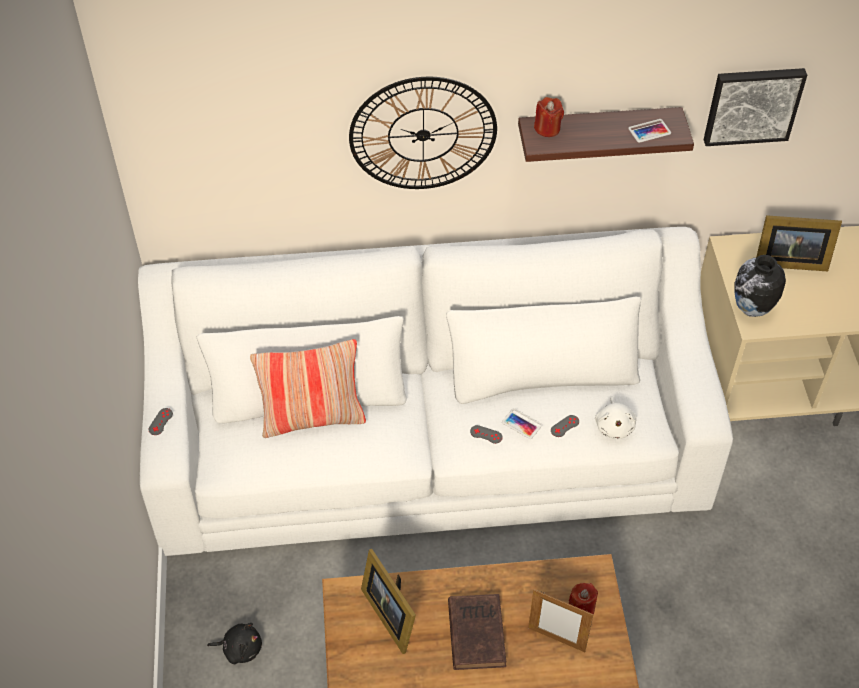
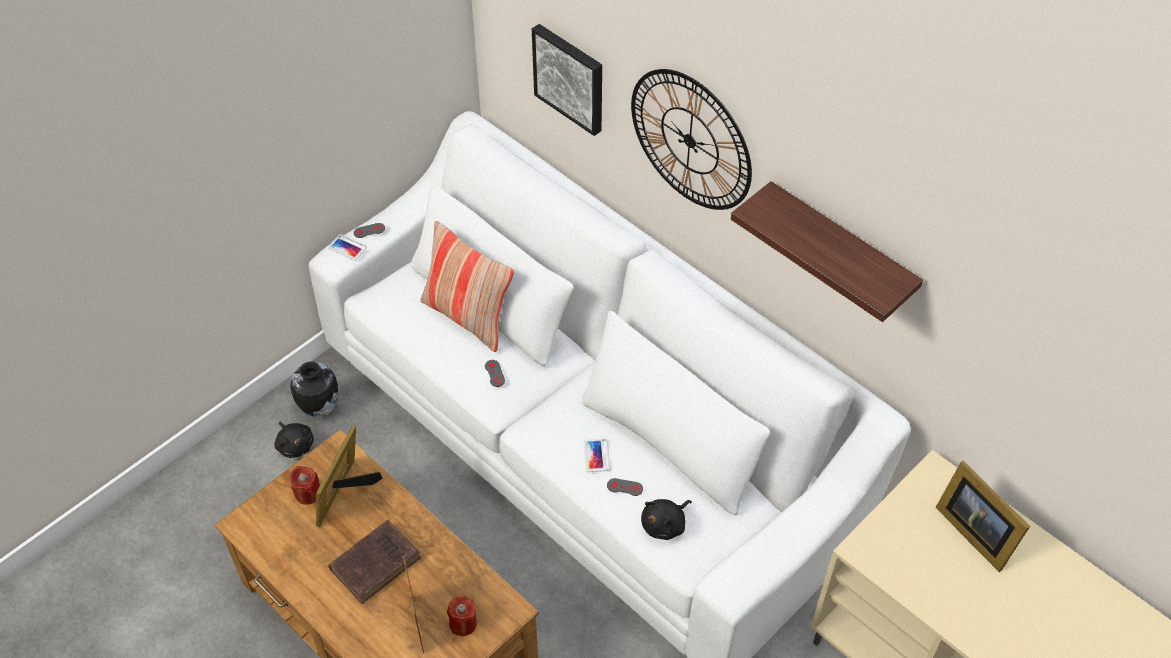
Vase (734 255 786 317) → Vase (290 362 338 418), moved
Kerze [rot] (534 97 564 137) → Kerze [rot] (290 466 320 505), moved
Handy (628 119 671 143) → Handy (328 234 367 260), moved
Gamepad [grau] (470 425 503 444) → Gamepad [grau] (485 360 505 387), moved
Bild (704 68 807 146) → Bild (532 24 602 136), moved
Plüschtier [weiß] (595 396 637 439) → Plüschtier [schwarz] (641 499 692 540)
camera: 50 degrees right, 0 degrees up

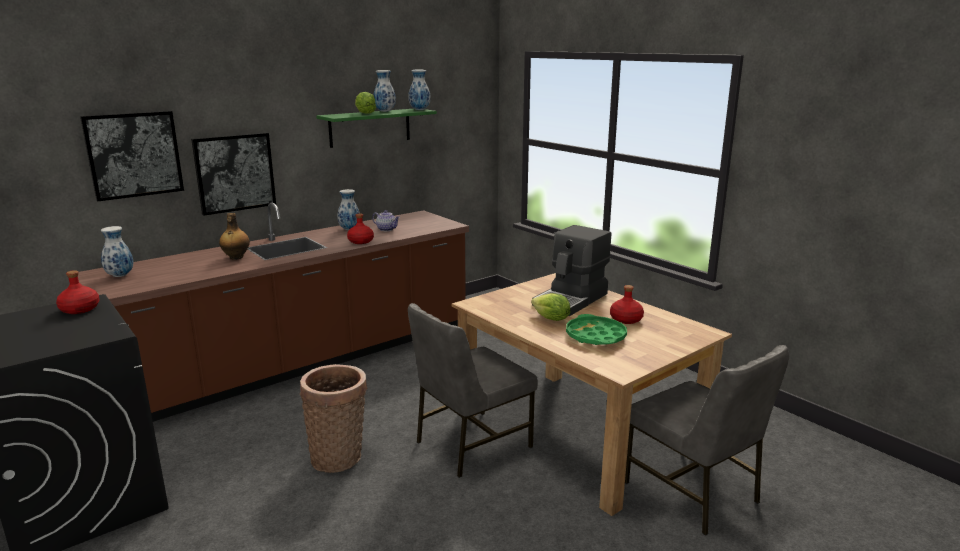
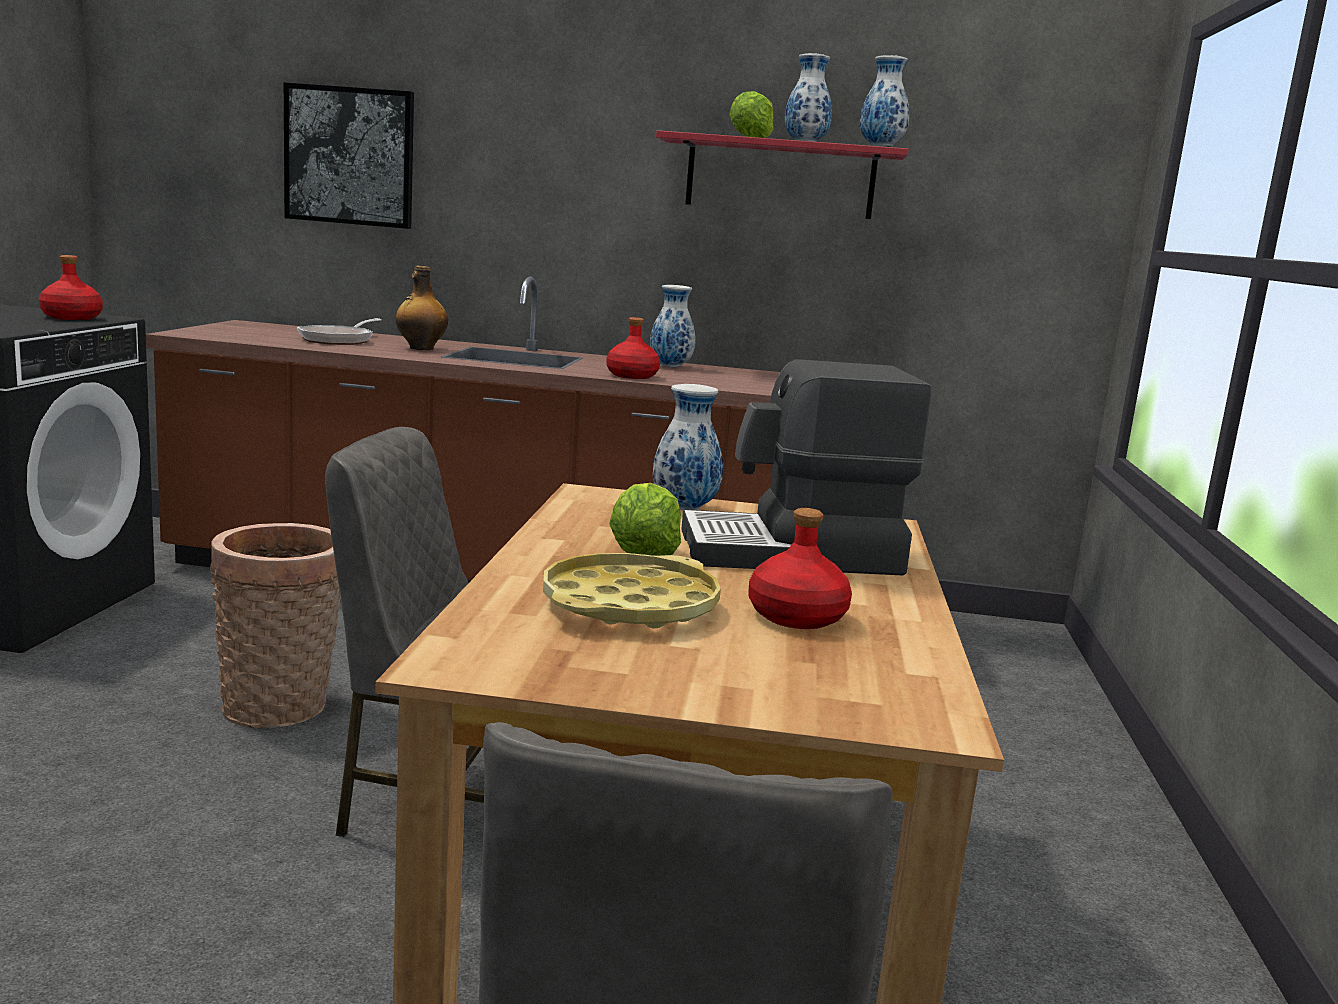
- → Pfanne (297 318 382 345)
Tablett [grün] (566 314 627 345) → Tablett [gelb] (543 553 721 629)
Vase (101 226 133 277) → Vase (653 384 723 510), moved
Wandregal [grün] (316 109 437 148) → Wandregal [rot] (656 130 909 219)
Bild (191 133 276 216) → -
Teekanne (372 210 400 231) → -
camera: 45 degrees right, 5 degrees down

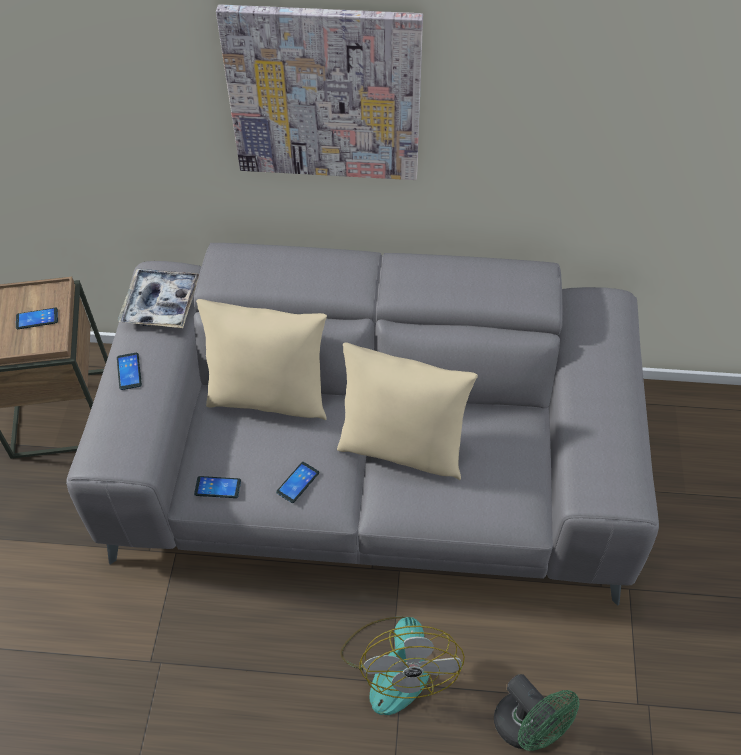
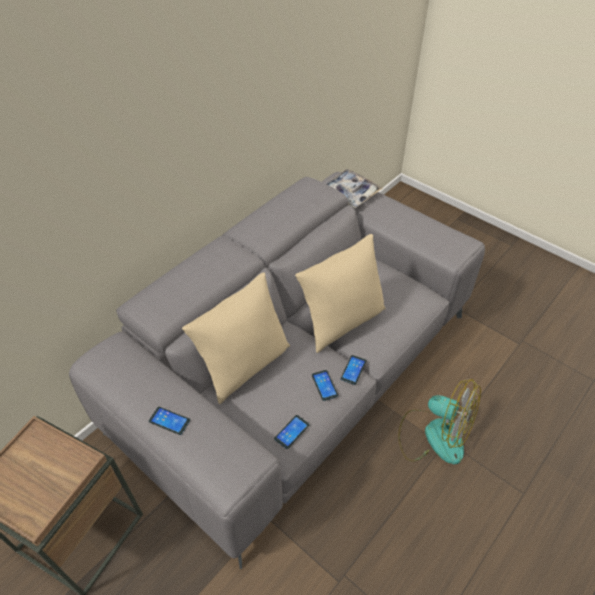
Tablett (118 268 199 328) → Tablett (325 169 383 208), moved
Handy (16 308 58 329) → Handy (341 355 366 385), moved
Bild (216 4 423 180) → -
Ventilator [grün] (494 674 580 751) → -
camera: 55 degrees left, 5 degrees down

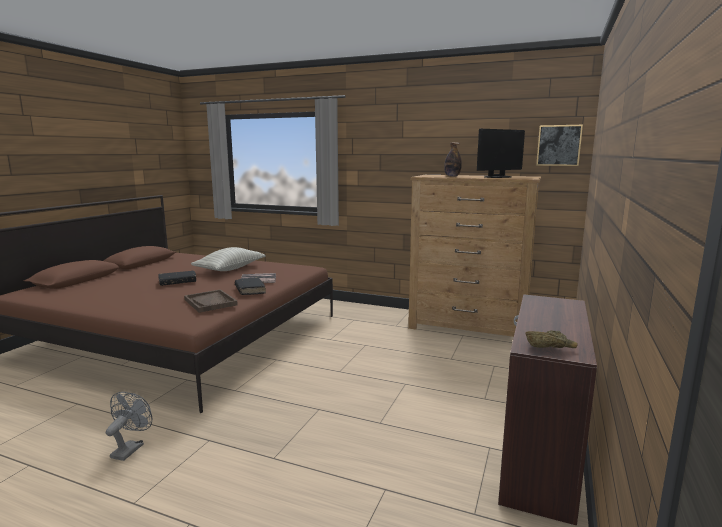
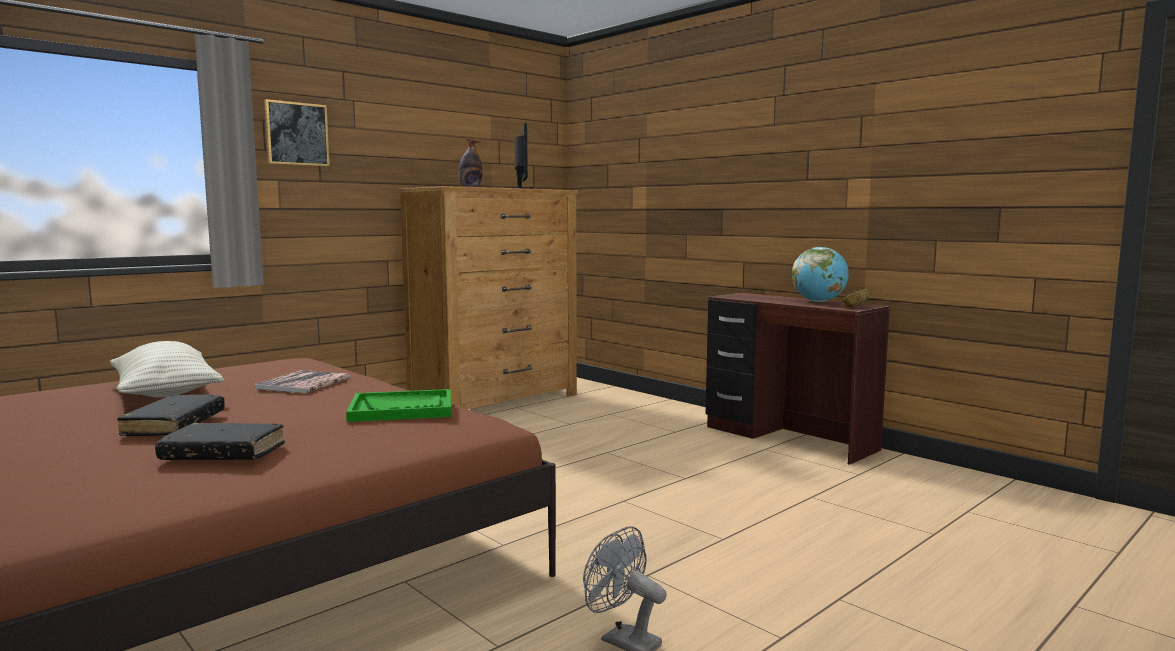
Buch [schwarz] (235 277 266 295) → Buch [schwarz] (155 423 285 460), moved
Bild (536 125 583 166) → Bild (264 99 330 166), moved
Tablett [braun] (184 289 238 313) → Tablett [grün] (346 389 451 422)
- → Globus (792 247 849 302)
camera: 65 degrees left, 5 degrees down

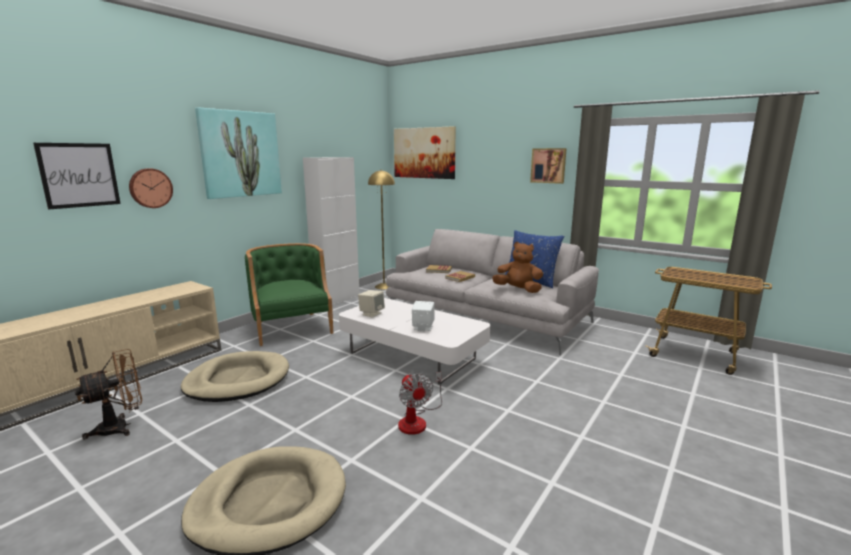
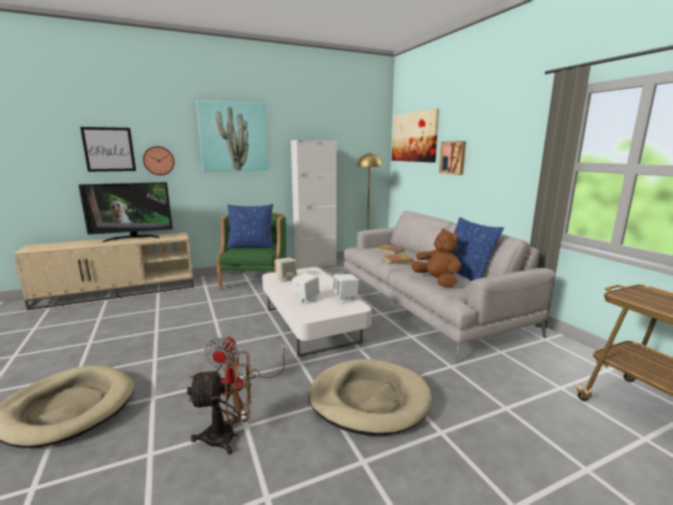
- → Fernseher (79 182 173 242)
Ventilator [braun] (74 349 142 439) → Ventilator [braun] (187 351 251 455), moved
- → Kissen [blau] (227 204 274 249)
Hundebett [beige] (181 351 289 402) → Hundebett [beige] (309 359 432 436), moved
- → Lautsprecher [weiß] (333 274 359 303)
Bild (530 148 567 184) → Bild (439 141 466 175), moved
camera: 30 degrees right, 0 degrees up

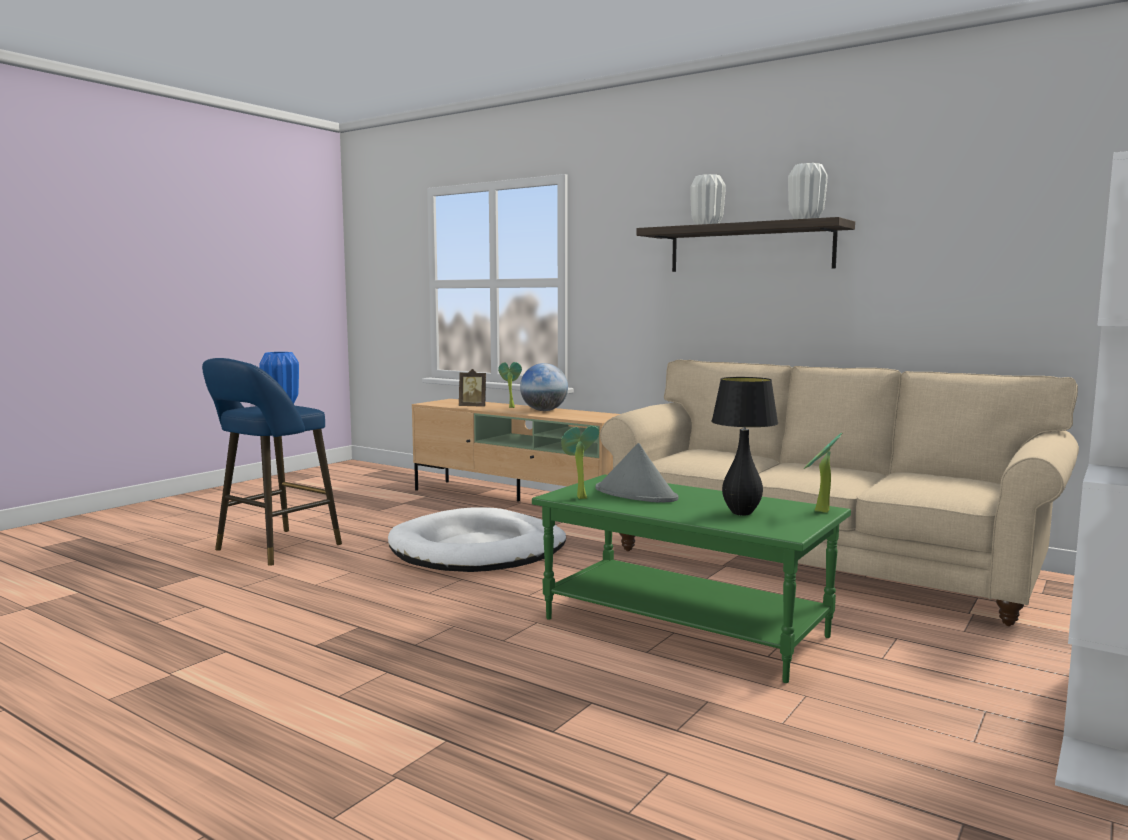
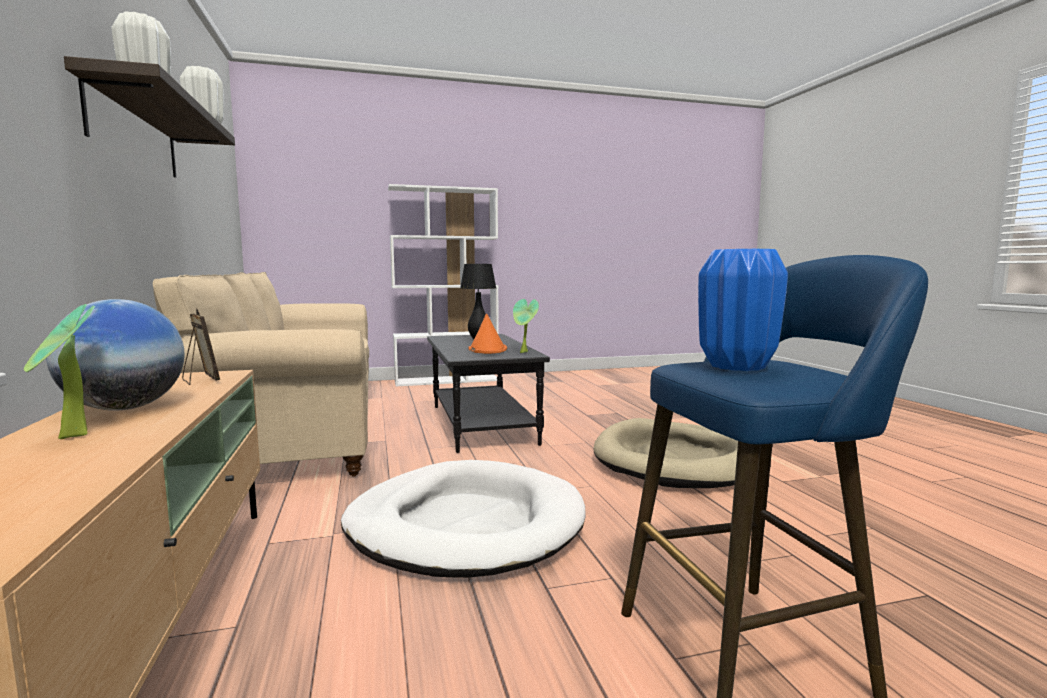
Bilderrahmen (459 369 486 407) → Bilderrahmen (182 308 220 385), moved
Couchtisch [grün] (532 474 851 683) → Couchtisch [schwarz] (427 334 550 453)
Hut [grau] (595 443 678 502) → Hut [orange] (468 314 507 354)
- → Hundebett [beige] (594 418 738 488)
Topfpflanze (803 433 842 513) → -
camera: 140 degrees left, 0 degrees up

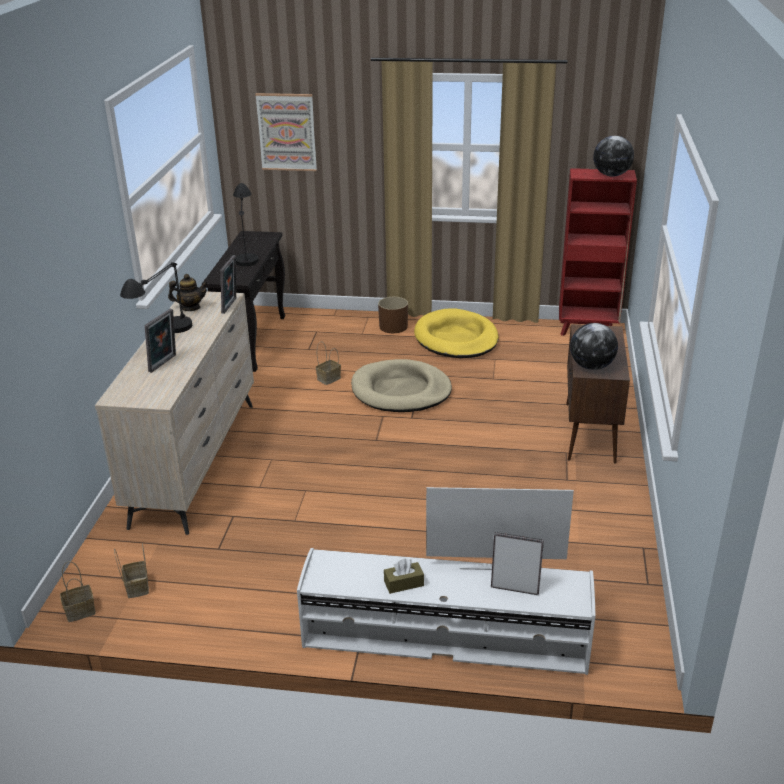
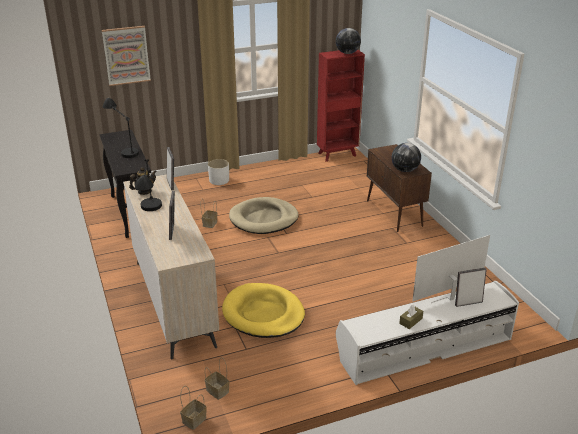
Pflanzkübel [braun] (378 297 408 333) → Pflanzkübel [weiß] (208 159 229 185)
Hundebett [gelb] (414 308 499 358) → Hundebett [gelb] (222 283 305 338), moved
camera: 30 degrees left, 0 degrees up

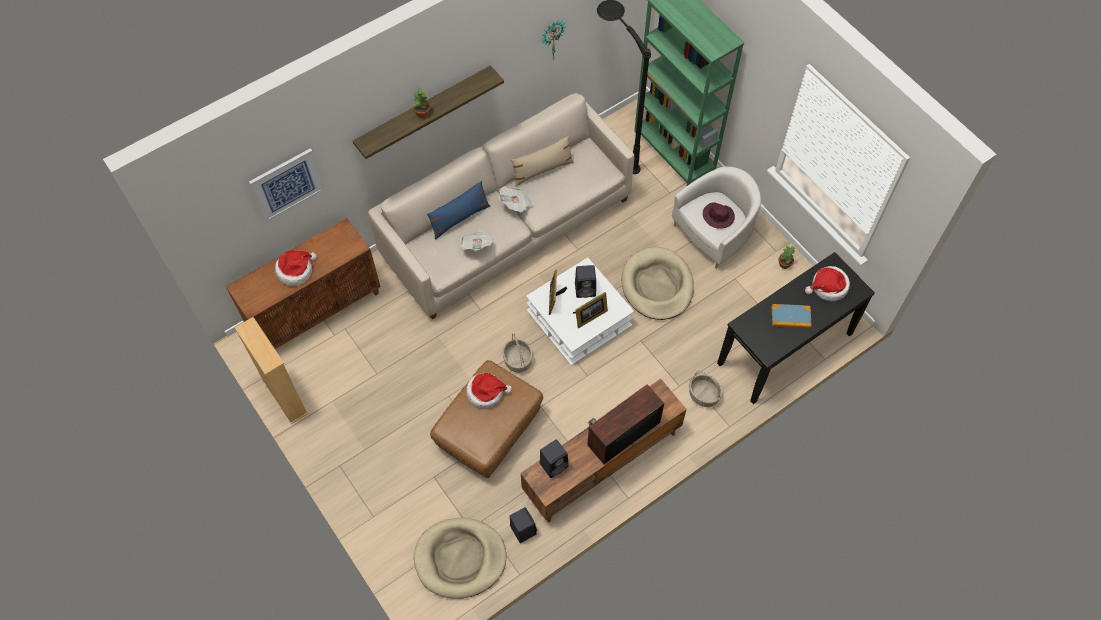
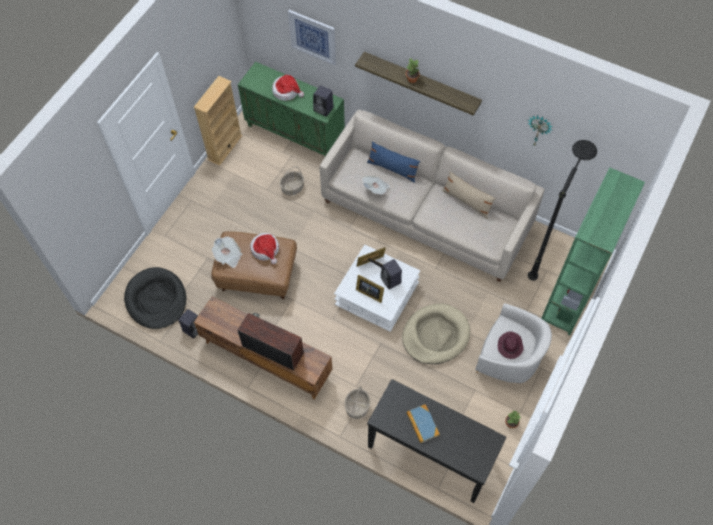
Hundebett [beige] (414 518 506 599) → Hundebett [schwarz] (124 267 186 329)
Zeitung (498 186 535 213) → Zeitung (212 237 243 268), moved
Schrank [braun] (226 218 381 349) → Schrank [grün] (238 62 345 156)
Korb (503 334 533 373) → Korb (280 166 304 196), moved
Lautsprecher [schwarz] (540 439 568 478) → Lautsprecher [schwarz] (313 85 334 116), moved
Hut (805 266 850 301) → -
camera: 65 degrees right, 0 degrees up

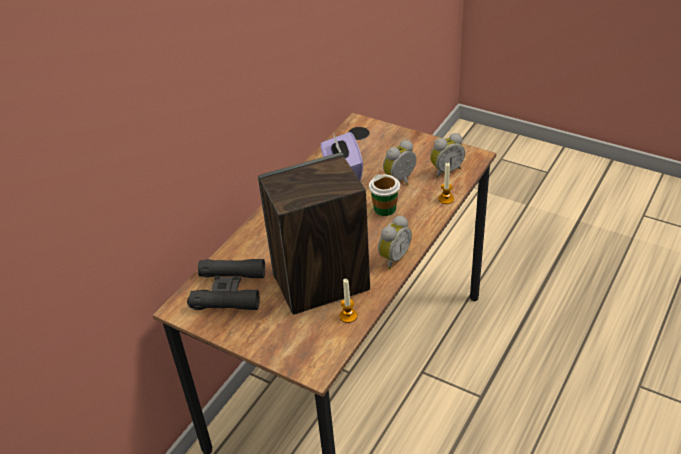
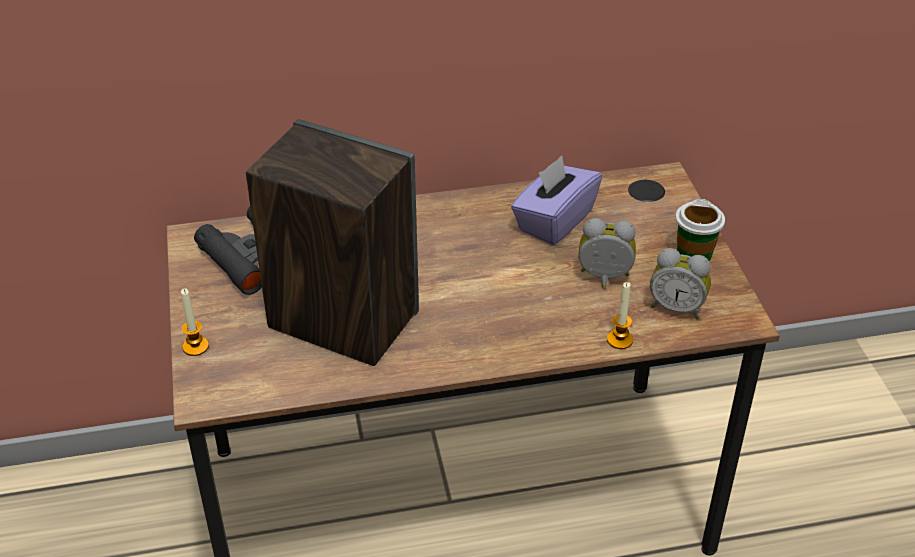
Kerze (339 279 357 323) → Kerze (181 289 209 356), moved
Tasse (369 174 400 216) → Tasse (676 199 725 261), moved
Wecker (378 215 412 269) → -
camera: 45 degrees right, 0 degrees up

